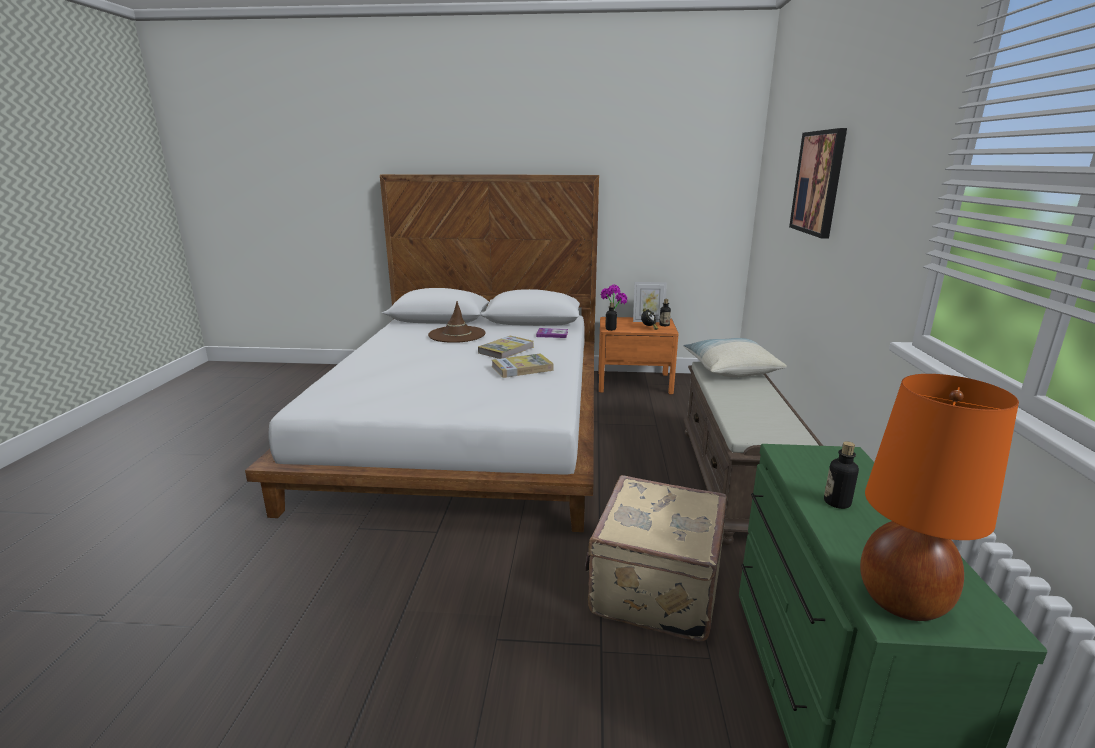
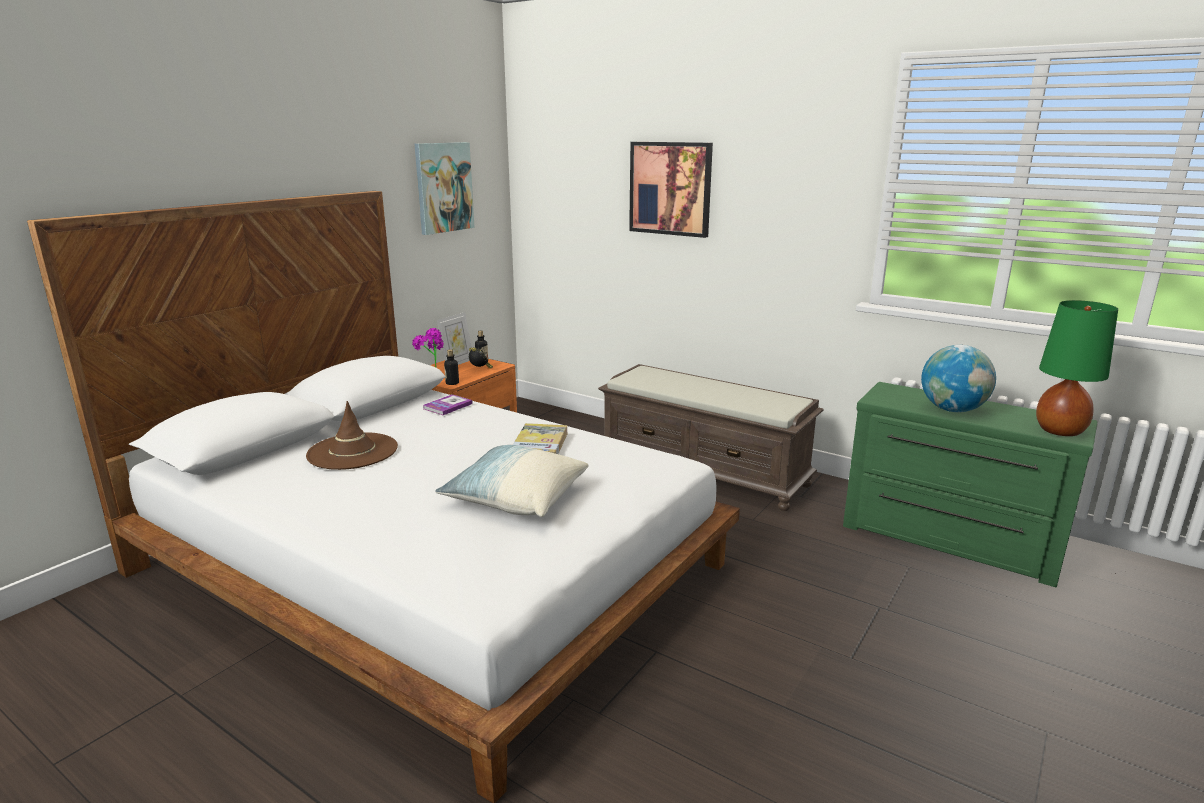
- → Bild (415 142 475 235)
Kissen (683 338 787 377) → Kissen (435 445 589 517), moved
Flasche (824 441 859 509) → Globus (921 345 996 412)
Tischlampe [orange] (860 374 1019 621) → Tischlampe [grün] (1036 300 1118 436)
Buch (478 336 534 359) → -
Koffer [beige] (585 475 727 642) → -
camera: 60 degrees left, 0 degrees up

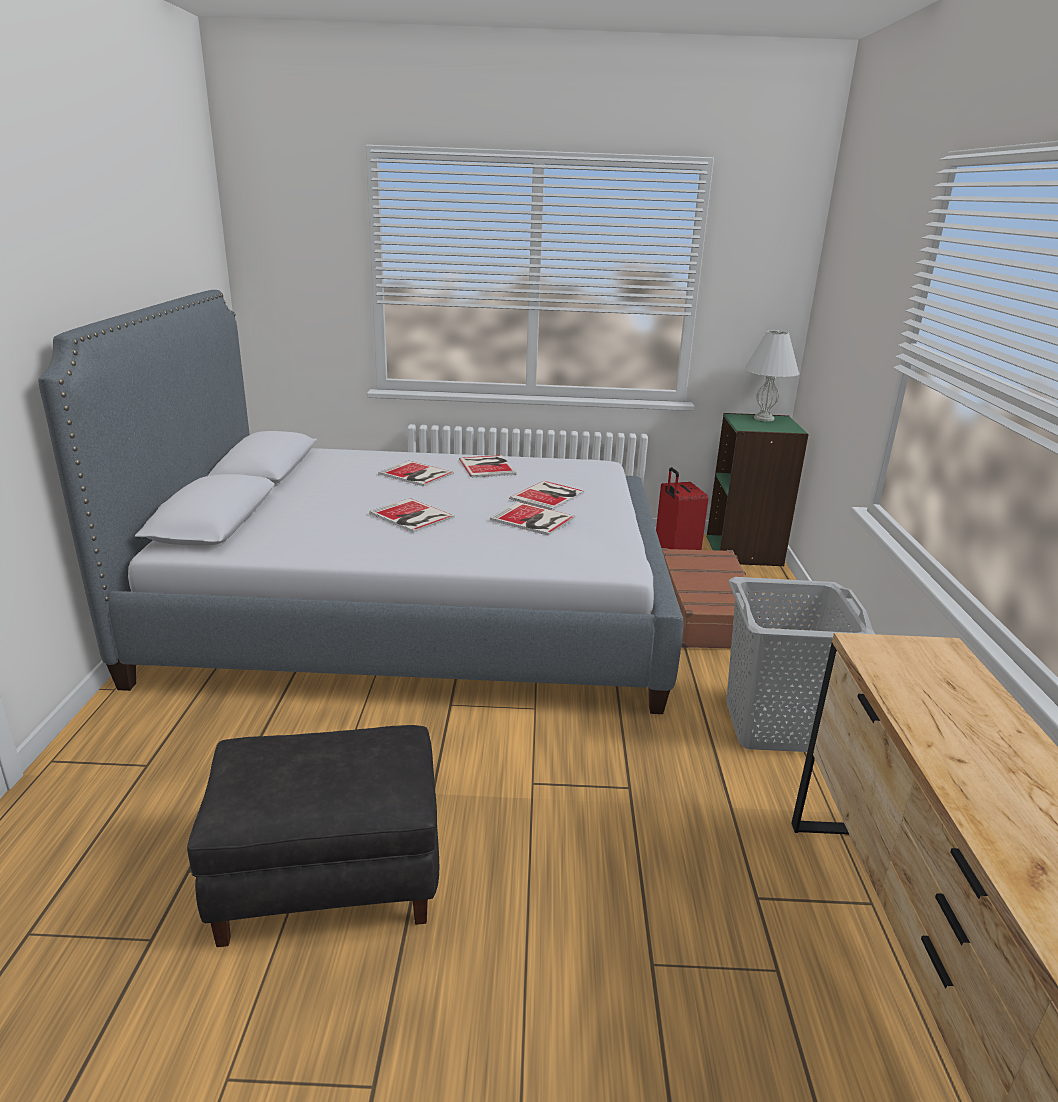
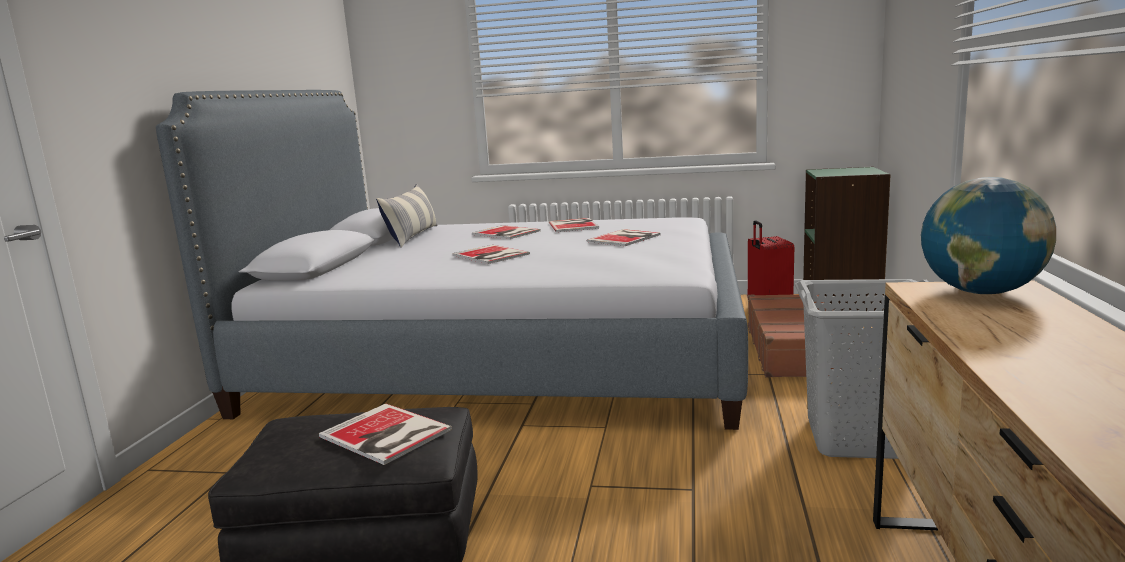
Buch (490 502 575 536) → Buch (319 404 452 465), moved
- → Kissen (376 184 437 248)
- → Globus (921 177 1056 294)
Tischlampe [weiß] (744 330 800 421) → -
camera: 10 degrees right, 10 degrees down

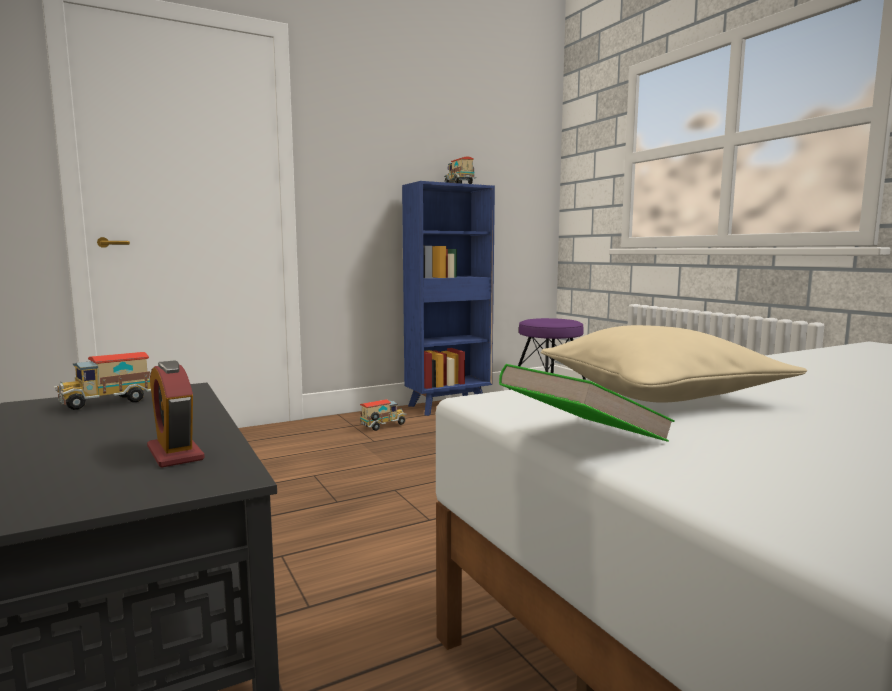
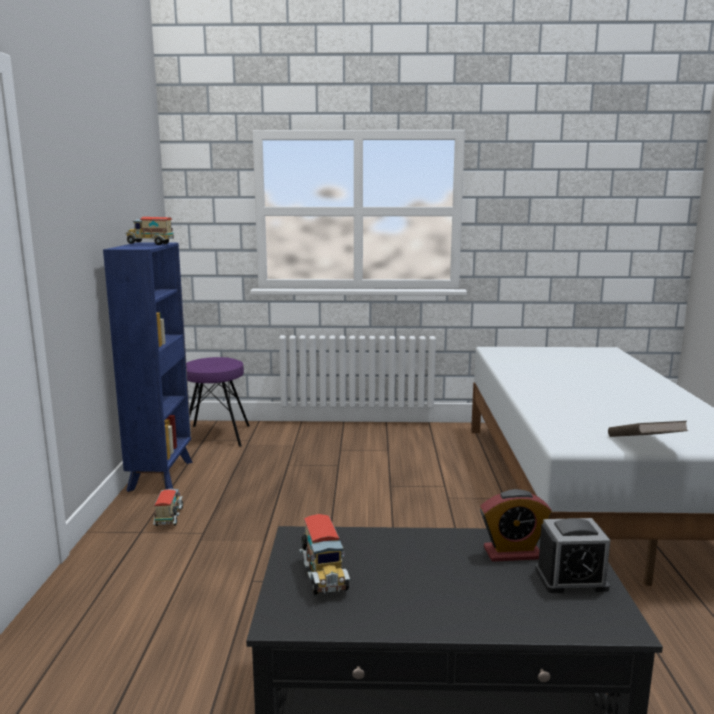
- → Wecker (535 518 610 593)
Buch [grün] (499 364 675 442) → Buch [braun] (608 421 688 437)
Kissen [beige] (541 325 807 403) → -
camera: 60 degrees left, 5 degrees up

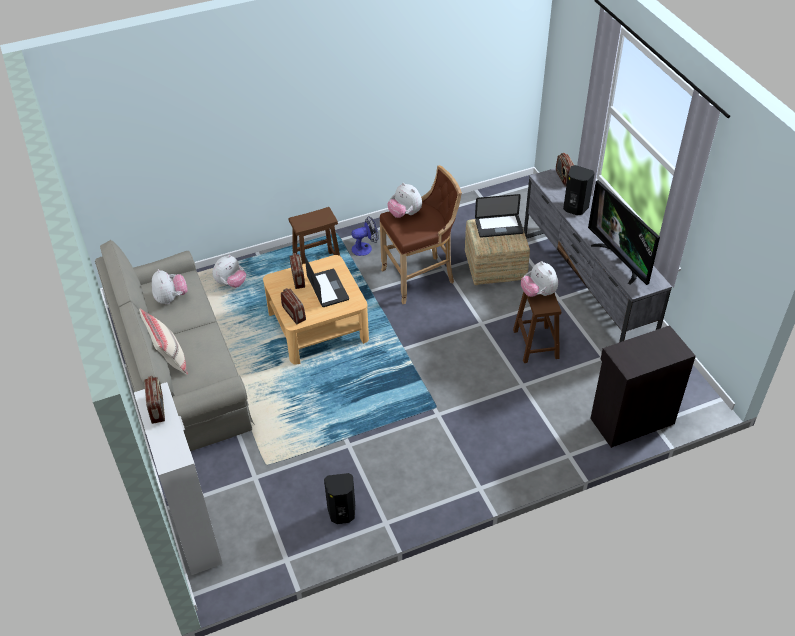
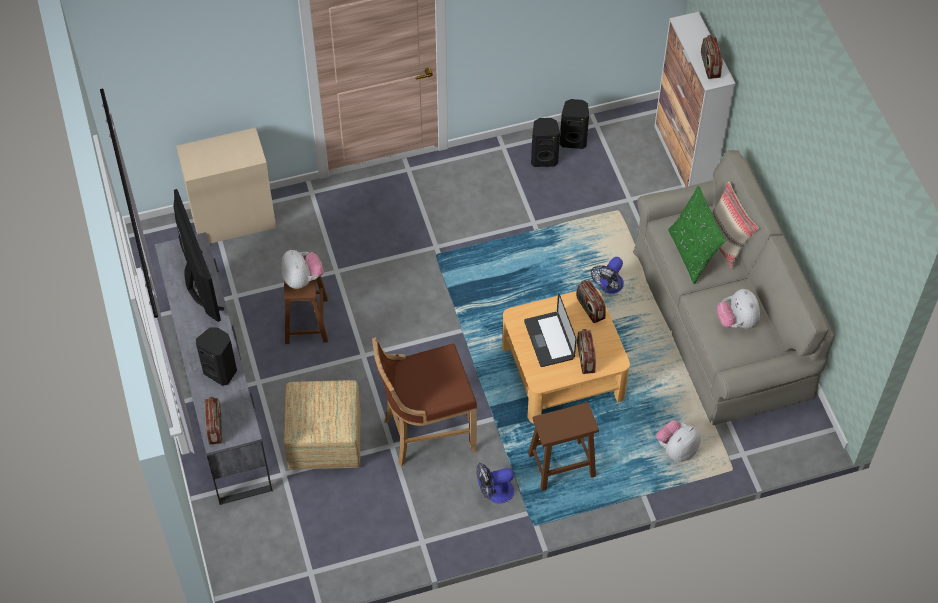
Schrank [schwarz] (590 325 696 448) → Schrank [beige] (176 128 276 244)
- → Lautsprecher [schwarz] (560 99 589 149)
- → Ventilator (591 257 624 294)
- → Kissen [grün] (668 186 726 284)
Plüschtier (387 183 422 218) → -
Laptop (475 194 524 238) → -
camera: 175 degrees left, 10 degrees up

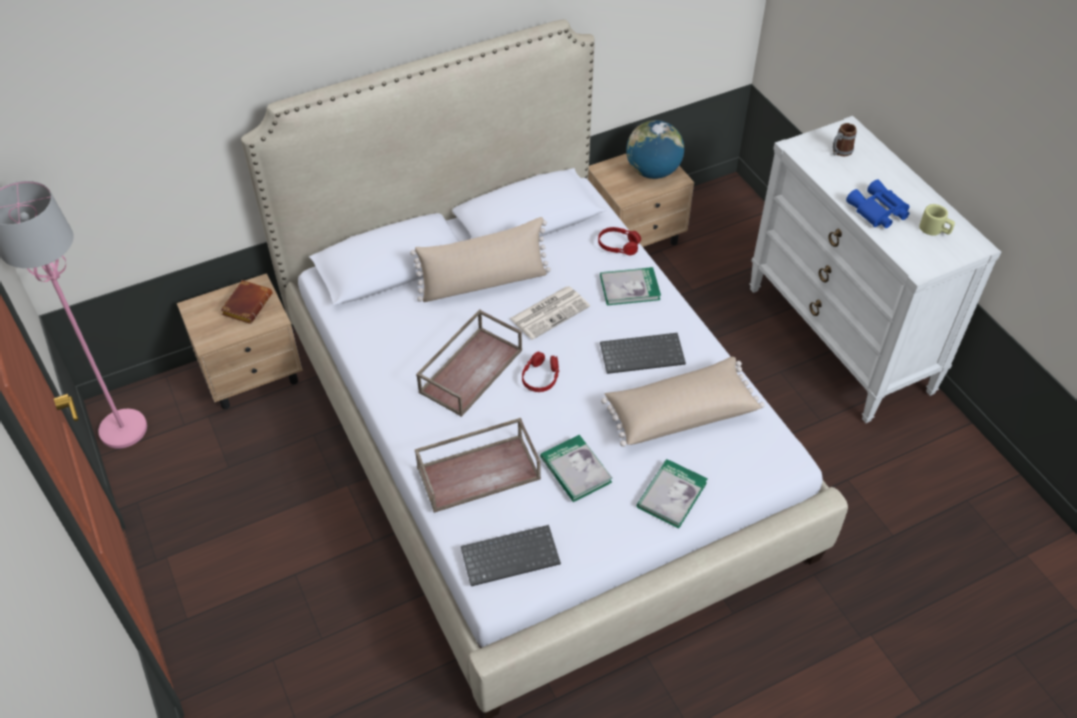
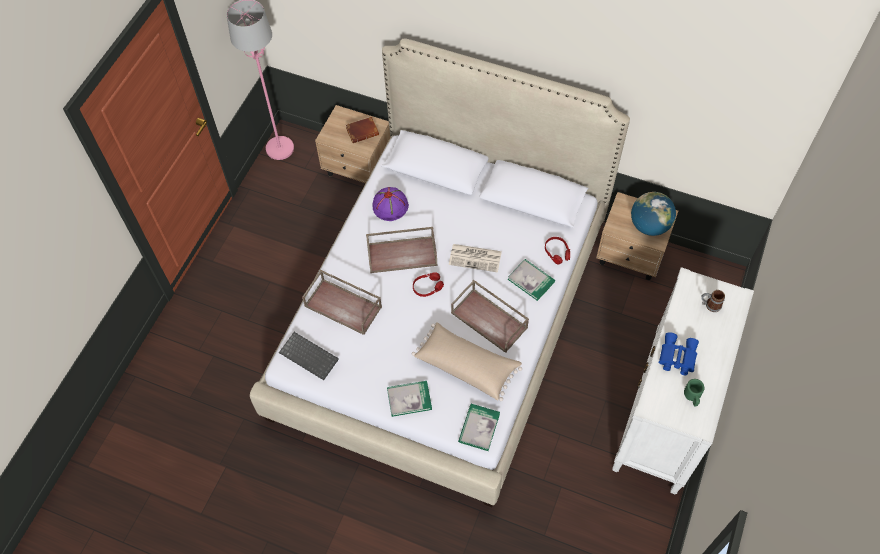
- → Hut [lila] (373 187 409 221)
Tastatur (600 333 686 374) → Tablett [braun] (451 280 529 353)
Buch (540 435 612 502) → Buch (458 404 500 451), moved
Henkelbecher [beige] (919 204 955 236) → Henkelbecher [grün] (684 379 704 406)
Kissen [beige] (410 217 551 302) → -
camera: 50 degrees right, 10 degrees up

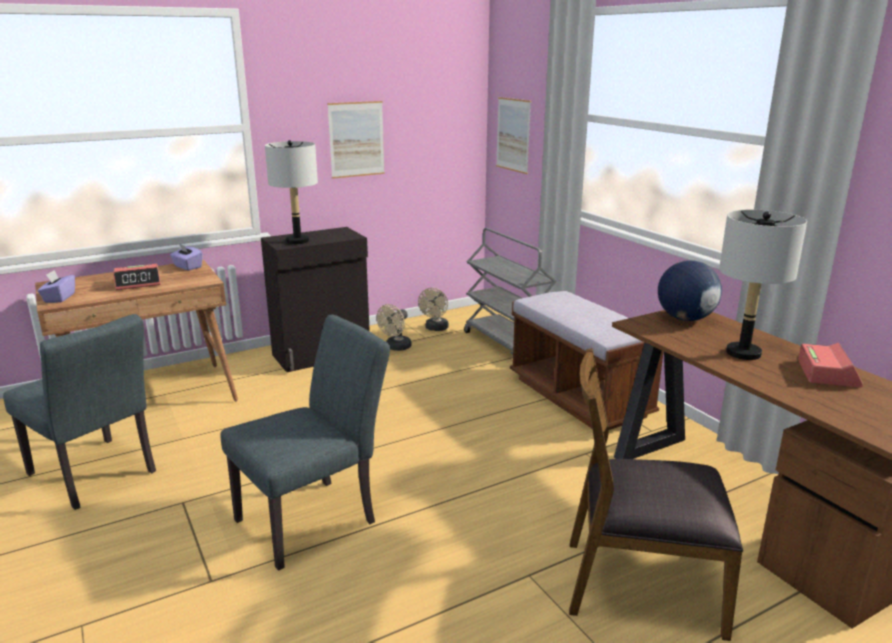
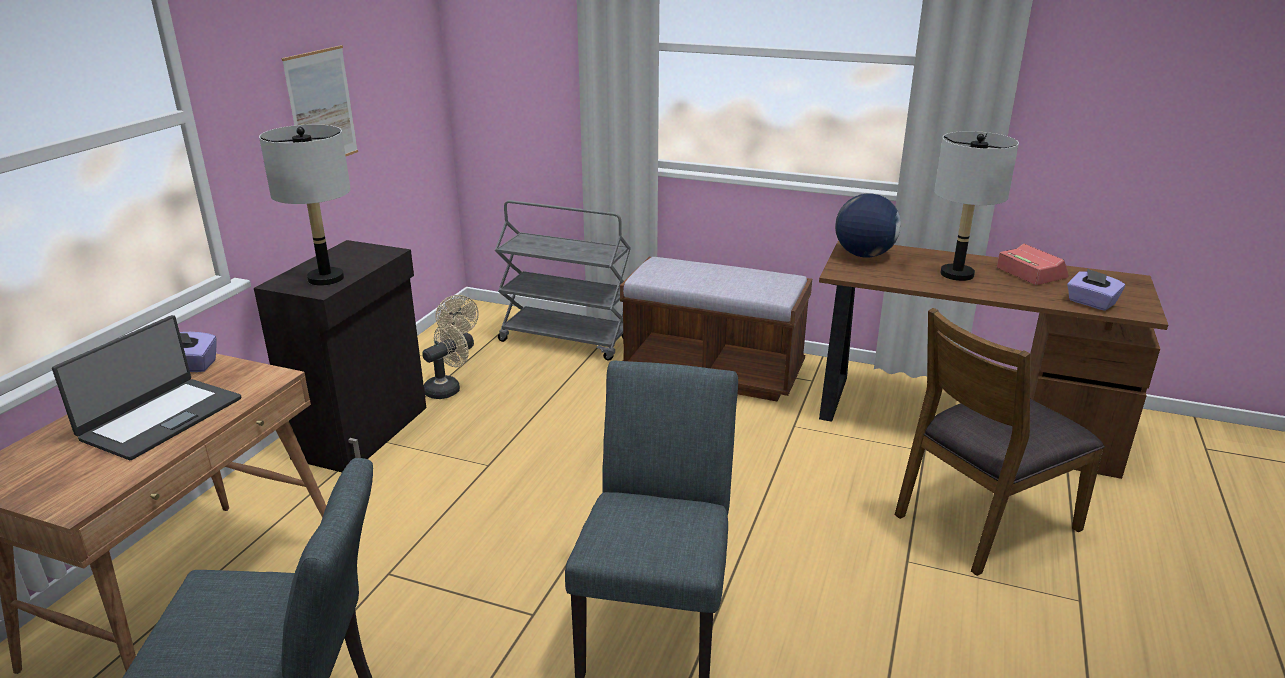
Wecker (113 264 161 290) → Laptop (52 315 241 460)
Ventilator [beige] (376 304 411 351) → Ventilator [beige] (422 324 469 399), 135 degrees counterclockwise
Taschentuchbox [lila] (38 270 75 303) → Taschentuchbox [lila] (1067 268 1125 311), moved
Bild (496 97 531 174) → -
camera: 40 degrees left, 5 degrees up

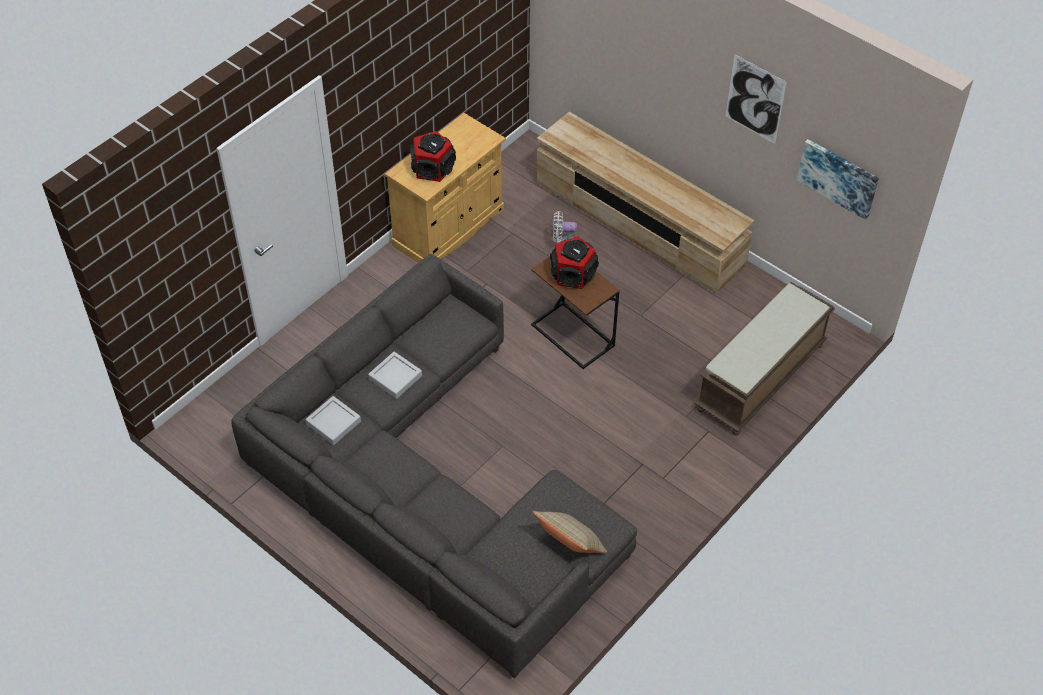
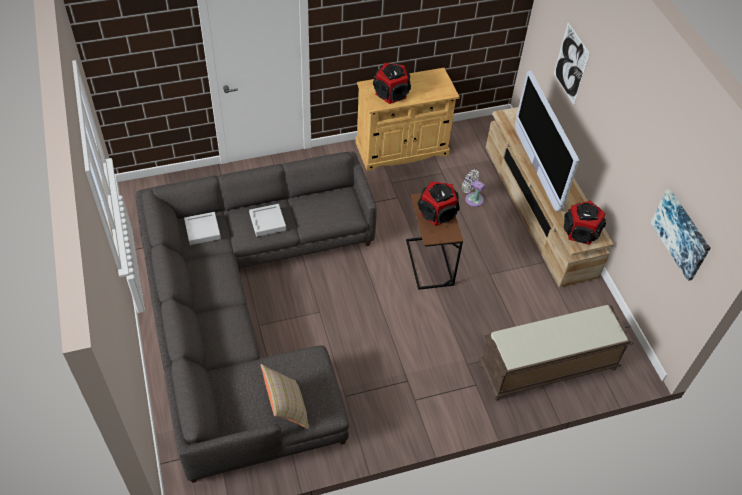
- → Fernseher (515 71 579 212)
Bild (726 55 787 144) → Bild (554 22 590 105), moved
- → Lautsprecher (564 201 606 245)
camera: 30 degrees right, 0 degrees up

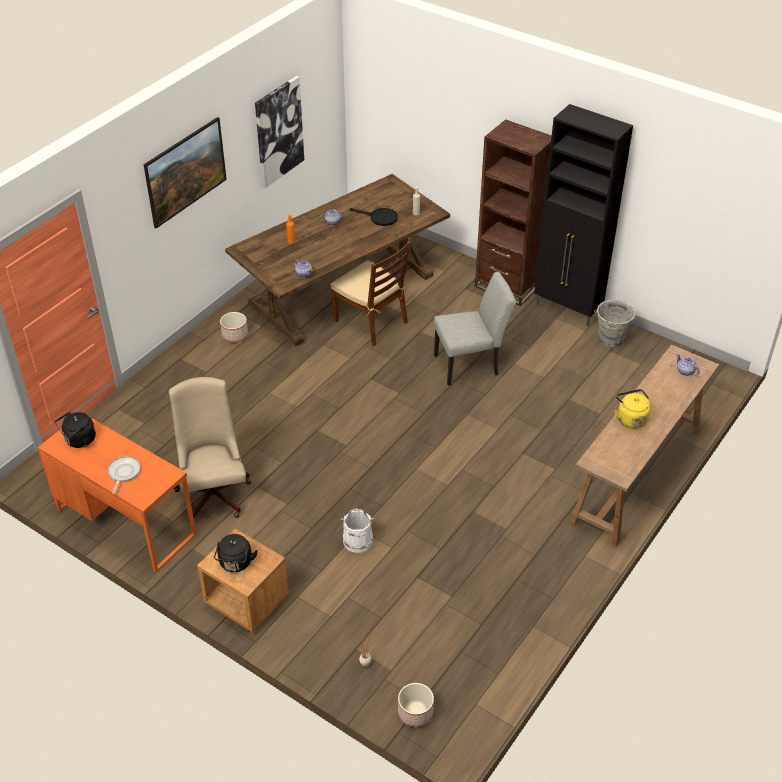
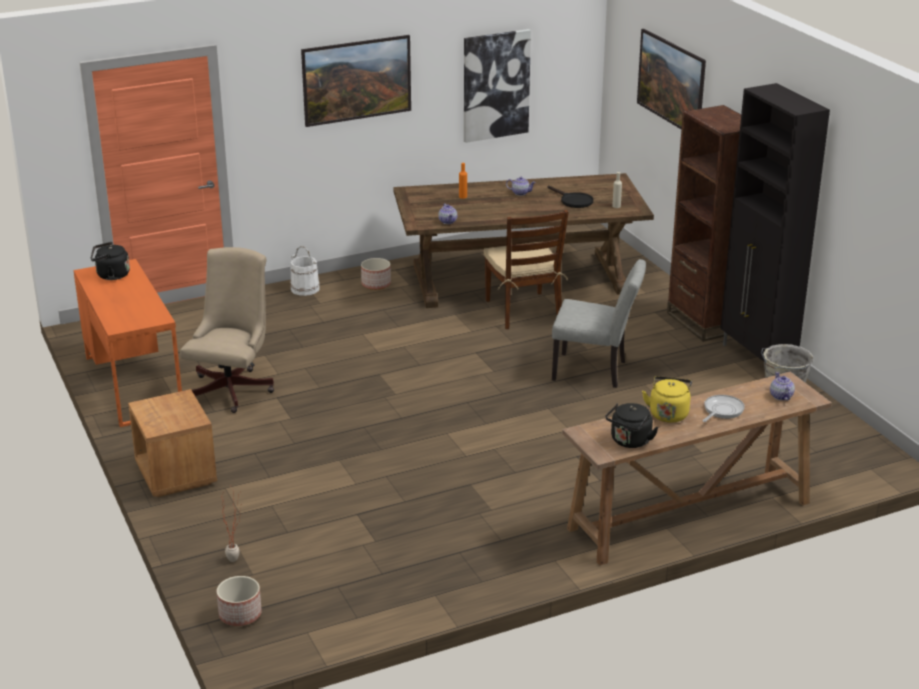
Eimer [weiß] (341 509 374 553) → Eimer [weiß] (290 246 320 296), moved
Wasserkessel [schwarz] (214 534 258 572) → Wasserkessel [schwarz] (605 403 658 448), moved
- → Bild (637 29 706 129)
Pfanne (107 456 141 494) → Pfanne (702 395 745 422), moved
camera: 30 degrees right, 15 degrees down

